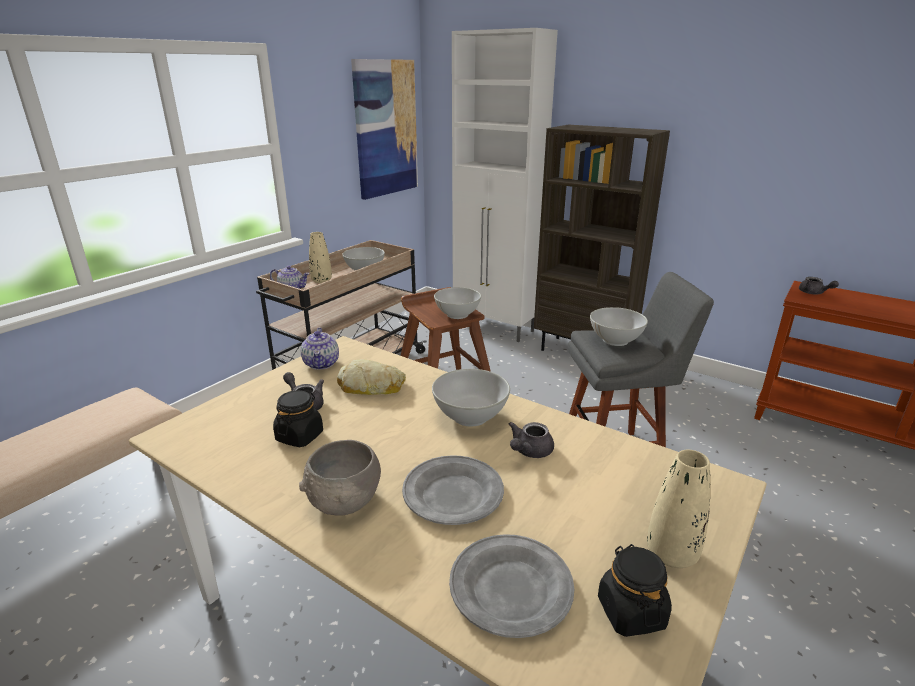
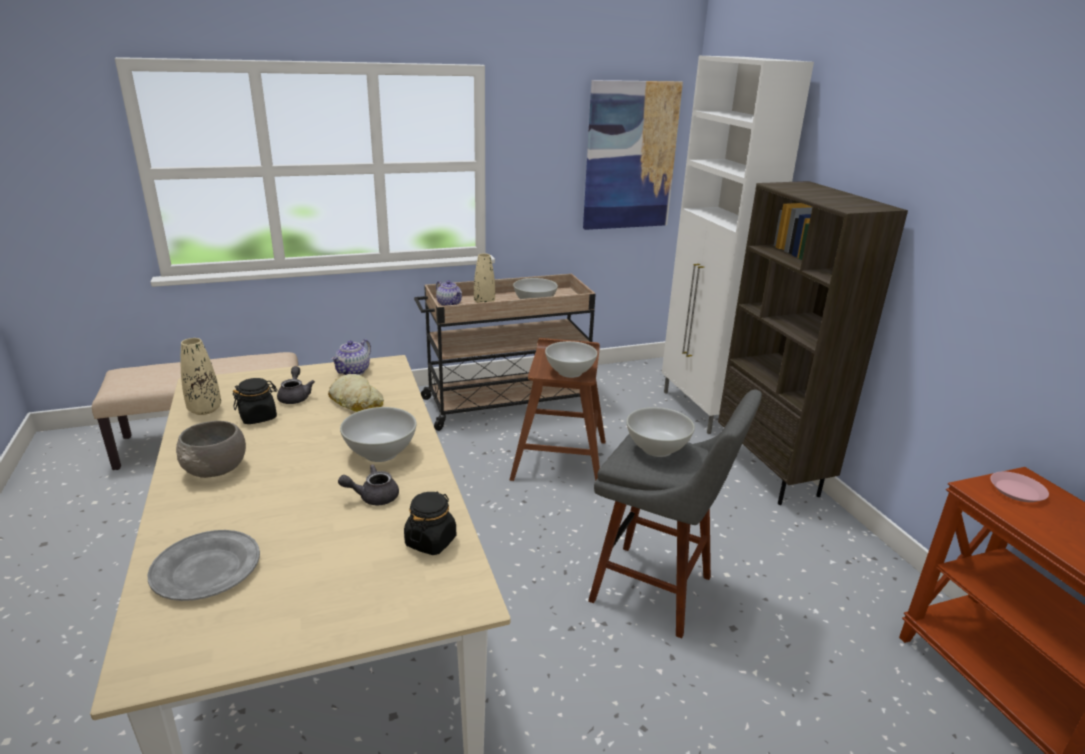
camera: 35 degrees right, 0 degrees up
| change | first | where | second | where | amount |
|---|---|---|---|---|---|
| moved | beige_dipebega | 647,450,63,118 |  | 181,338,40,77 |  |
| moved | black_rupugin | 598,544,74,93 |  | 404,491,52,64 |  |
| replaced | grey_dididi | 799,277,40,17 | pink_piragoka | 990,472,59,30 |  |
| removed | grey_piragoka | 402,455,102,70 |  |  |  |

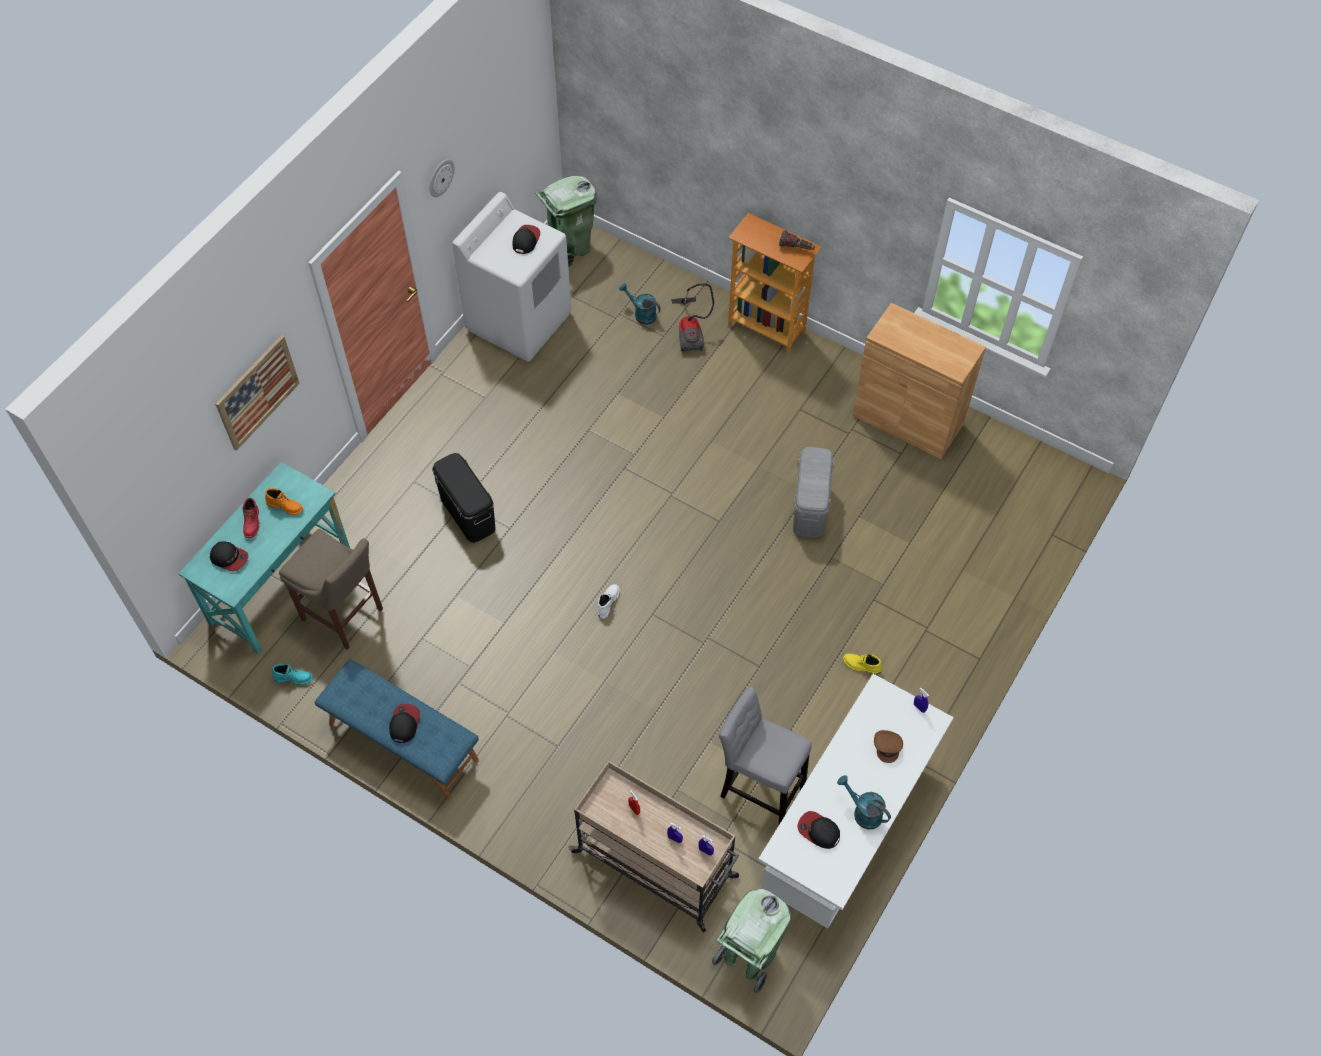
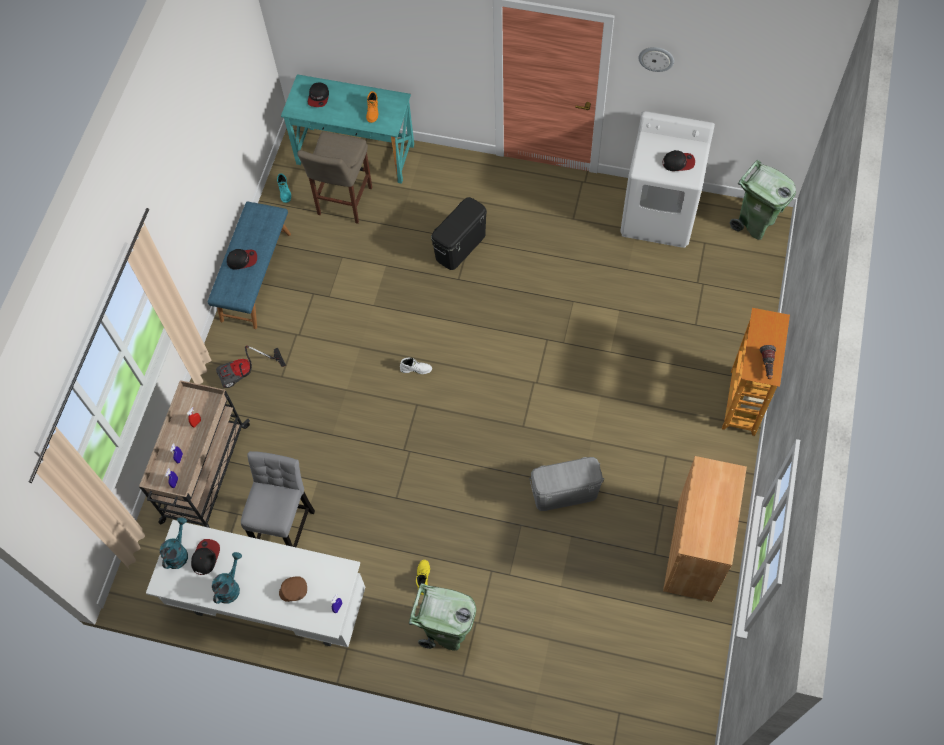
camera: 75 degrees right, 5 degrees up
| change | first | where | second | where | amount |
|---|---|---|---|---|---|
| moved | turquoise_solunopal | 619,283,42,42 |  | 160,517,28,52 |  |
| moved | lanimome | 672,284,42,69 |  | 216,345,70,43 |  |
| moved | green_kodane | 712,889,80,104 |  | 409,583,67,68 |  |
| removed | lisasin | 215,335,85,116 |  |  |  |
| removed | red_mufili | 242,498,17,40 |  |  |  |

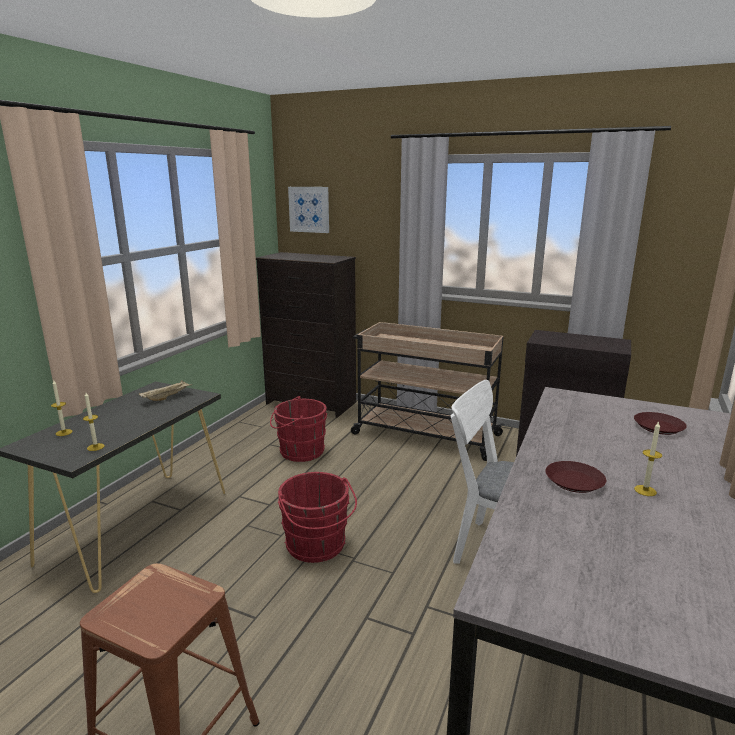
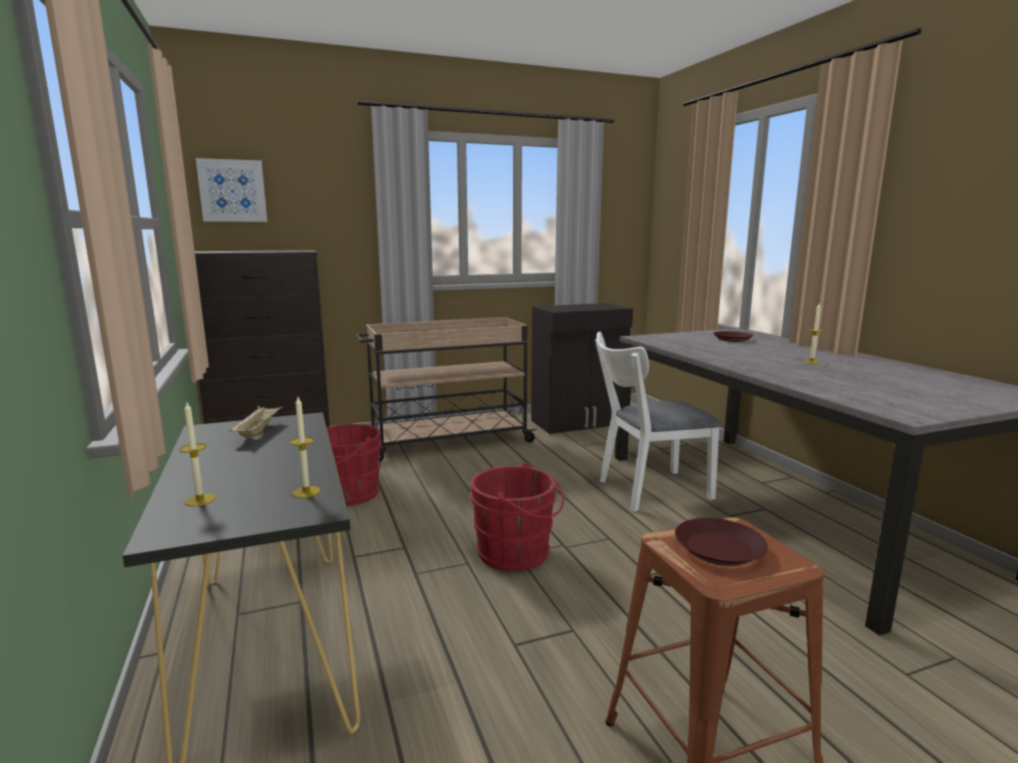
camera: 45 degrees left, 5 degrees down
| change | first | where | second | where | amount |
|---|---|---|---|---|---|
| moved | brown_piragoka | 545,461,61,32 |  | 675,518,93,48 |  |

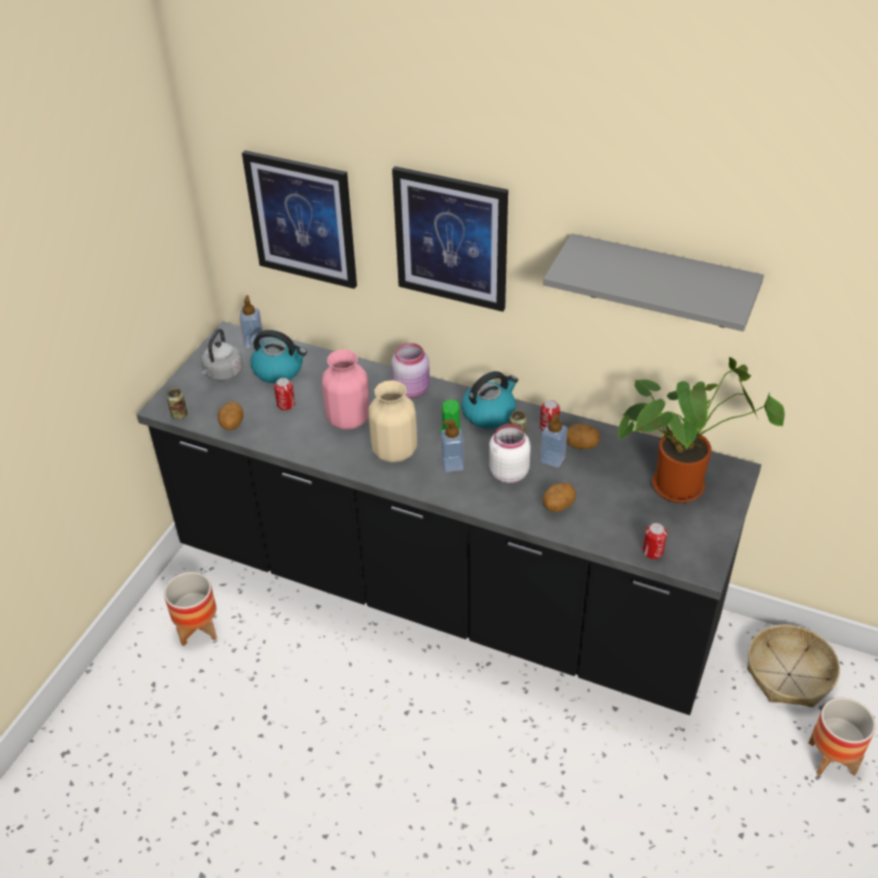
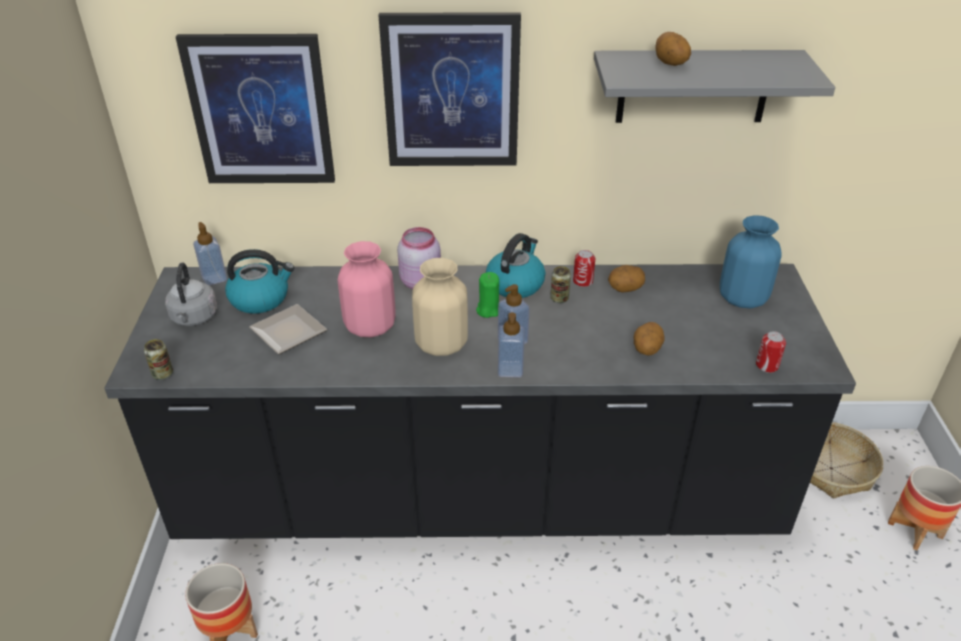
camera: 25 degrees left, 5 degrees down
| change | first | where | second | where | amount |
|---|---|---|---|---|---|
| replaced | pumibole | 274,378,21,33 | piragoka | 249,304,78,50 |  |
| moved | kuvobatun | 540,414,28,54 |  | 498,312,27,66 |  |
| moved | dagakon | 218,401,26,29 |  | 655,32,36,34 |  |
| replaced | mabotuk | 618,357,167,146 | blue_dipebega | 720,215,62,93 |  |
| removed | white_rupugin | 489,424,42,59 |  |  |  |

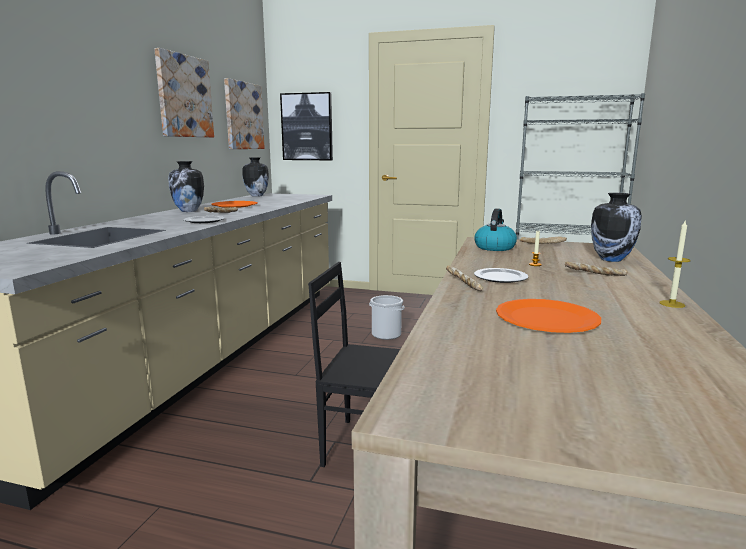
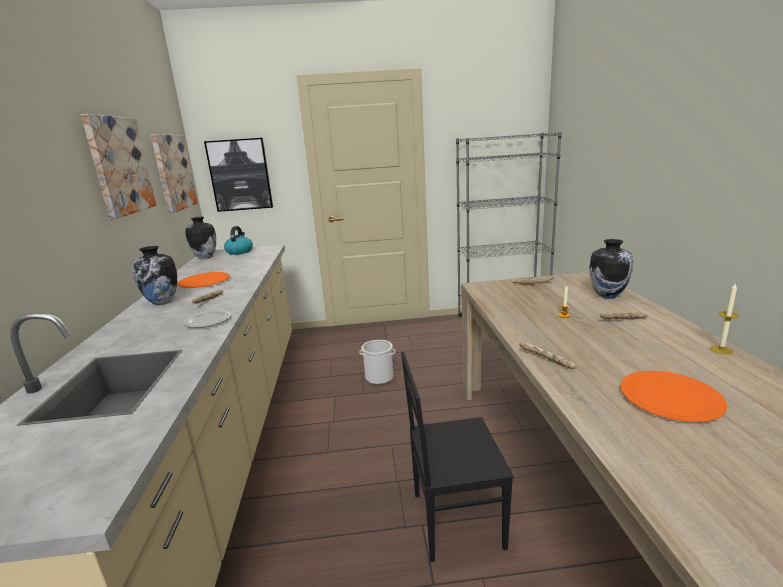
camera: 20 degrees left, 5 degrees up
| change | first | where | second | where | amount |
|---|---|---|---|---|---|
| moved | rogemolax | 474,208,43,43 |  | 224,226,29,29 |  |
| removed | piragoka | 474,268,54,15 |  |  |  |

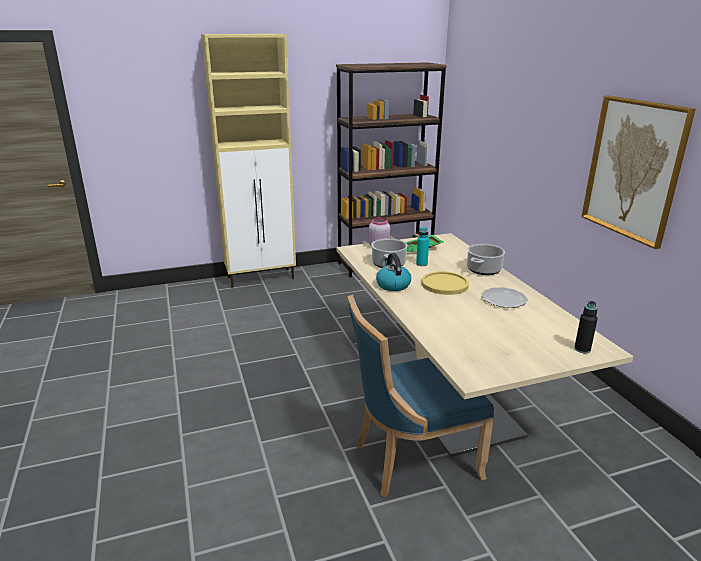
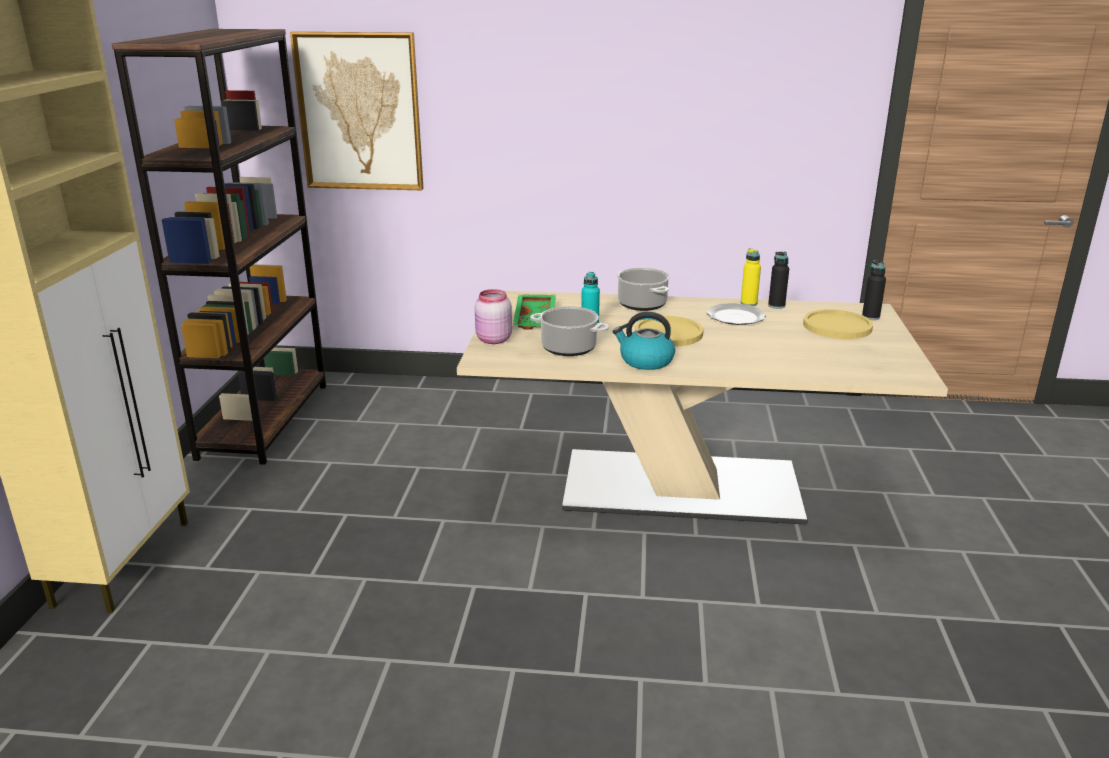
camera: 65 degrees left, 0 degrees up
| change | first | where | second | where | amount |
|---|---|---|---|---|---|
| moved | lisasin | 581,95,115,154 |  | 290,32,134,158 |  |
| added |  |  | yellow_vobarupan | 741,248,20,58 |  |
| added |  |  | black_vobarupan | 768,252,21,57 |  |
| added |  |  | yellow_piragoka | 803,309,70,30 |  |
| removed | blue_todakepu | 347,295,147,202 |  |  |  |

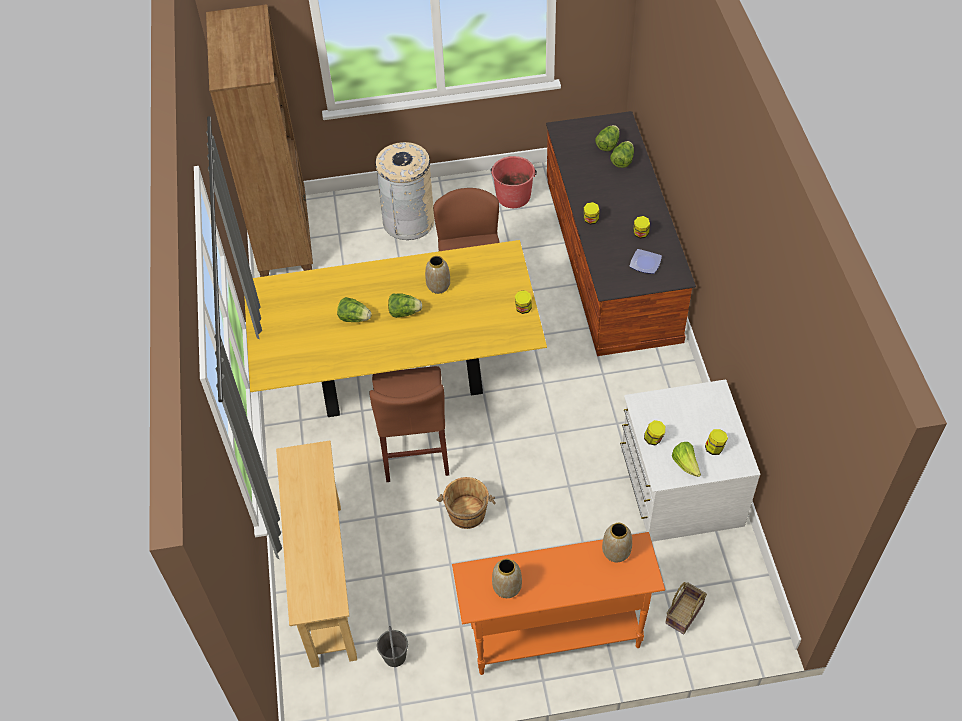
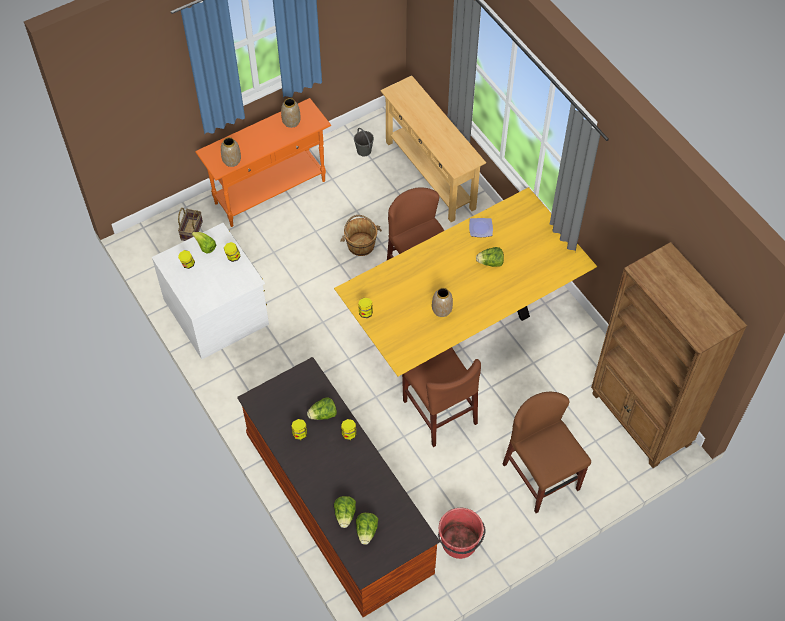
camera: 155 degrees right, 5 degrees up
| change | first | where | second | where | amount |
|---|---|---|---|---|---|
| moved | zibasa | 388,293,34,25 |  | 307,398,30,22 |  |
| moved | piragoka | 629,249,33,25 |  | 469,218,24,19 |  |
| replaced | beige_kodane | 375,142,59,98 | brown_todakepu | 503,392,88,121 |  |

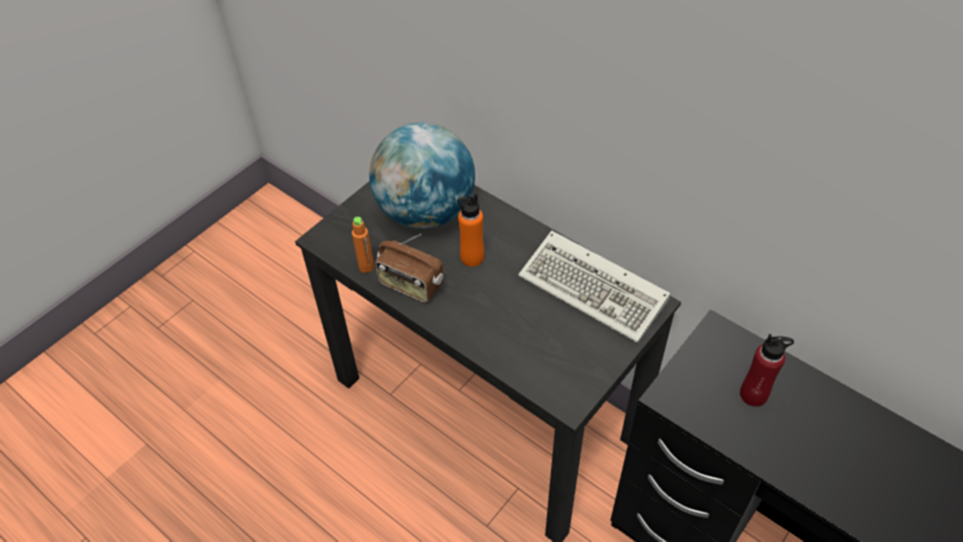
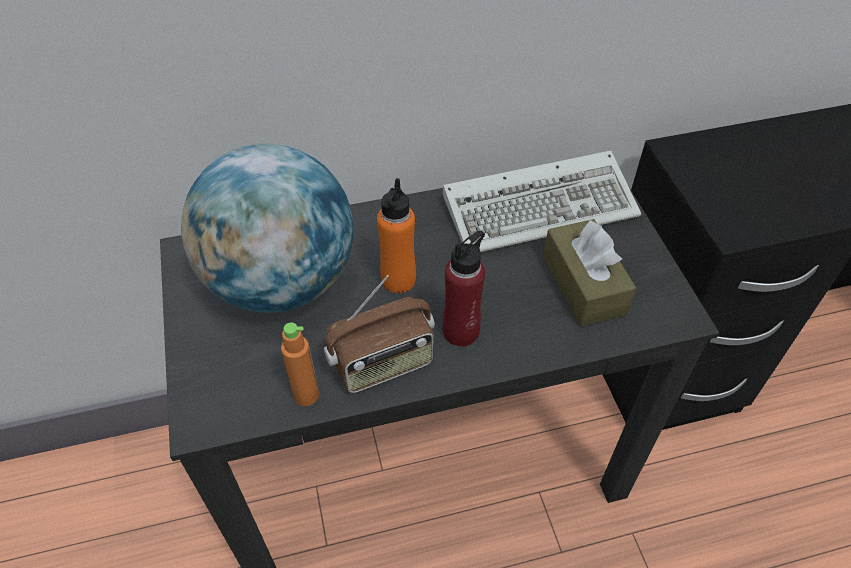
camera: 55 degrees left, 0 degrees up
| change | first | where | second | where | amount |
|---|---|---|---|---|---|
| moved | red_vobarupan | 740,334,54,73 |  | 443,231,42,116 |  |
| added |  |  | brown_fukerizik | 543,219,94,108 |  |

